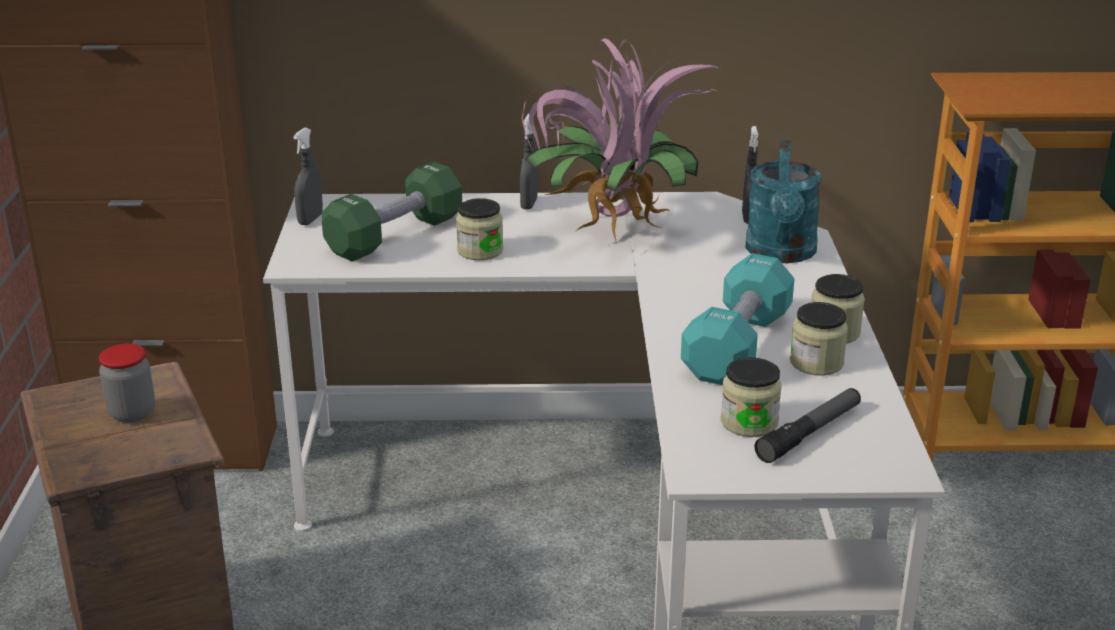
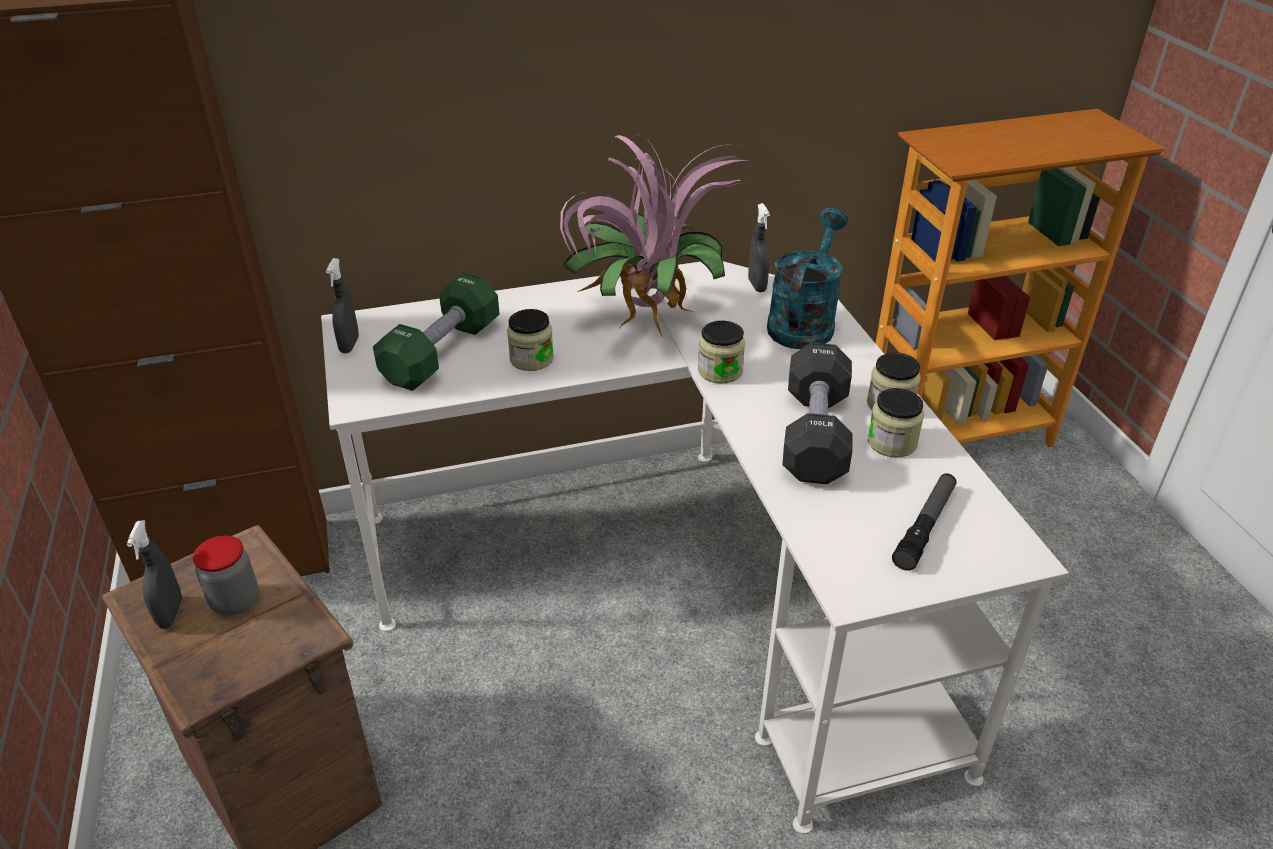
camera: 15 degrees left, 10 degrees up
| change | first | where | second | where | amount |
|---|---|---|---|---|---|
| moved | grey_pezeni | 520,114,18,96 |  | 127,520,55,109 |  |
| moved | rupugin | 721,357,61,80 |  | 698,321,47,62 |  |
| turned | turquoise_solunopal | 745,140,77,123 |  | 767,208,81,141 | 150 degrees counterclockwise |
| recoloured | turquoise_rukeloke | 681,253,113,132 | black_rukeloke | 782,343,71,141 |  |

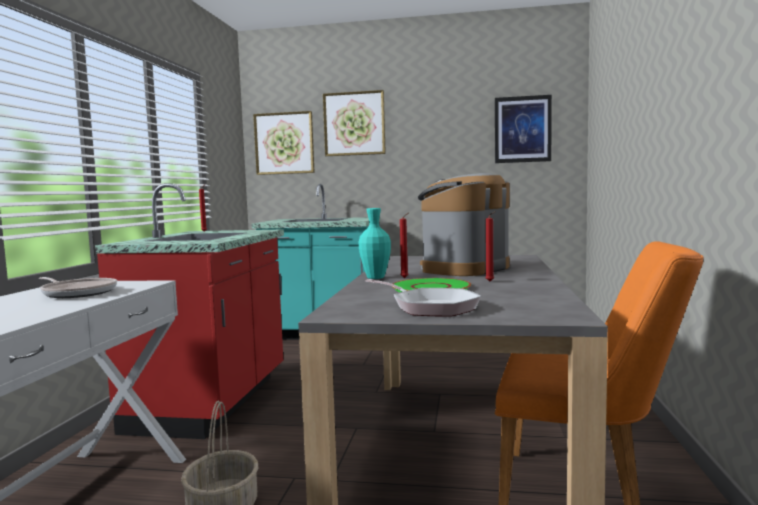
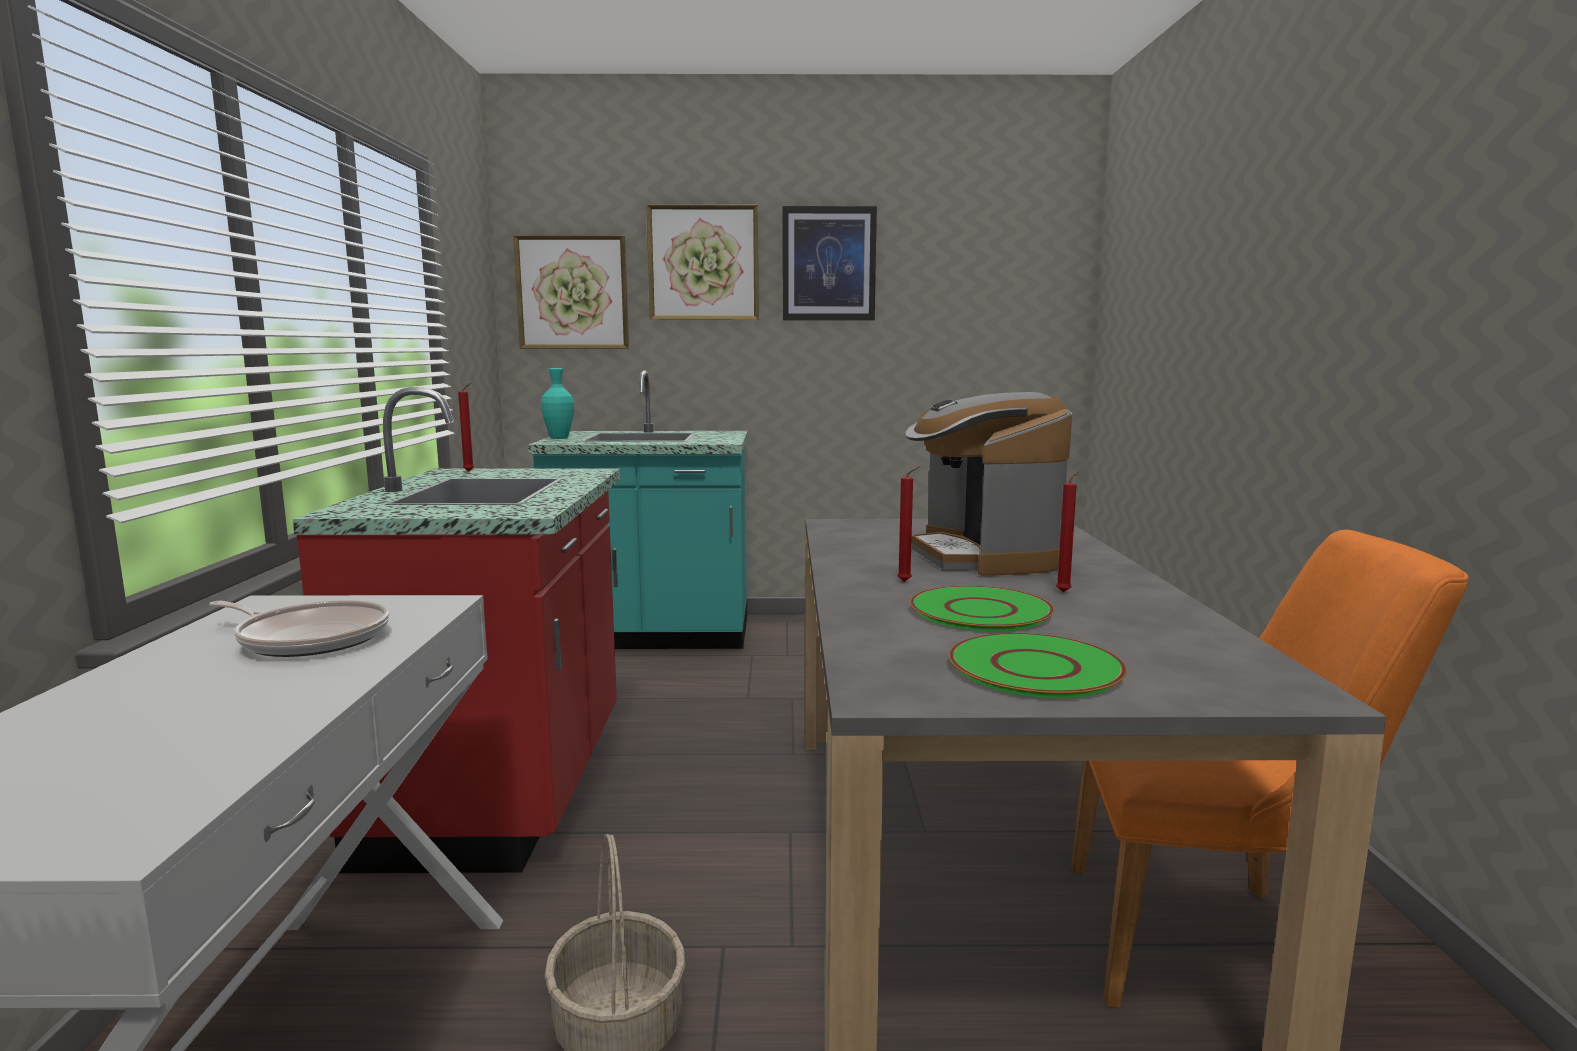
camera: 10 degrees left, 5 degrees up
| change | first | where | second | where | amount |
|---|---|---|---|---|---|
| moved | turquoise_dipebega | 359,208,32,71 |  | 541,368,33,71 |  |
| moved | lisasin | 495,95,57,68 |  | 783,206,94,114 |  |
| turned | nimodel | 418,173,91,103 |  | 905,392,167,184 | 45 degrees counterclockwise |
| replaced | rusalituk | 365,279,116,38 | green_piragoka | 949,633,178,65 |  |

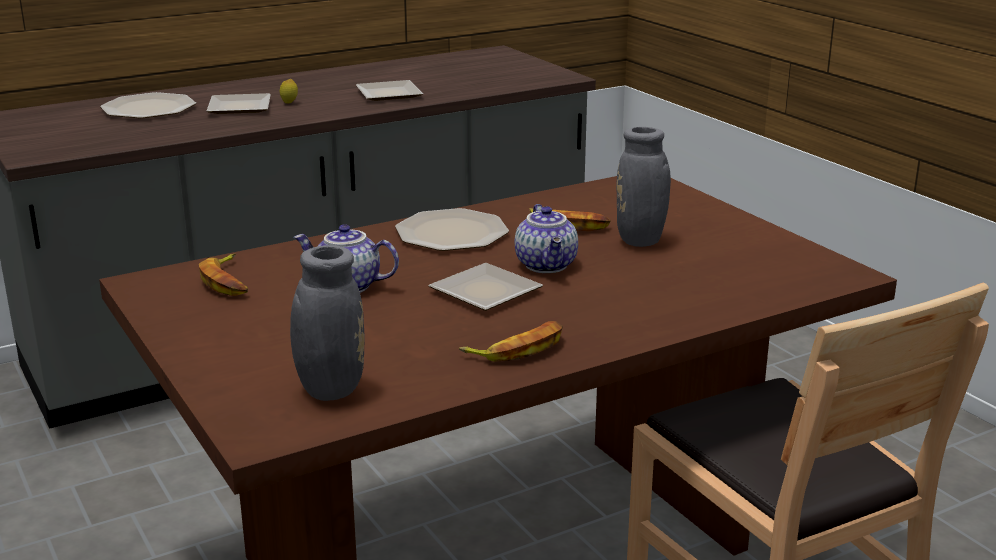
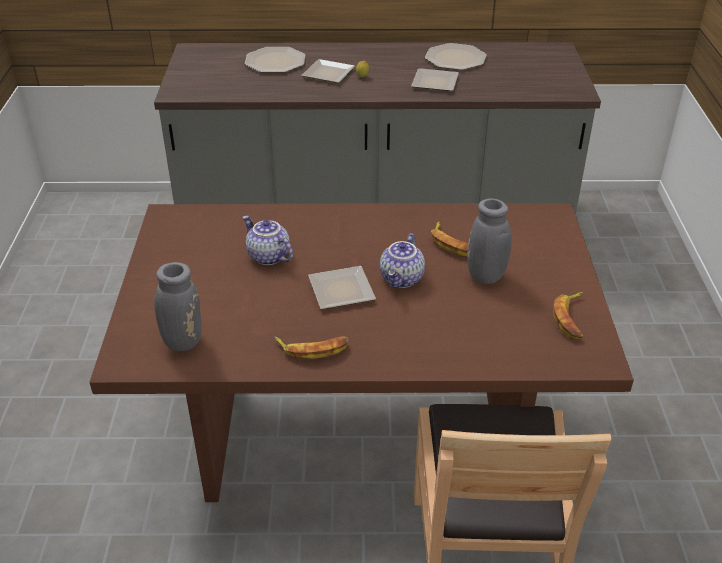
camera: 30 degrees right, 15 degrees up
| change | first | where | second | where | amount |
|---|---|---|---|---|---|
| moved | piragoka | 395,208,114,43 |  | 425,43,62,27 |  |
| moved | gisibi | 199,254,49,42 |  | 553,292,30,47 |  |

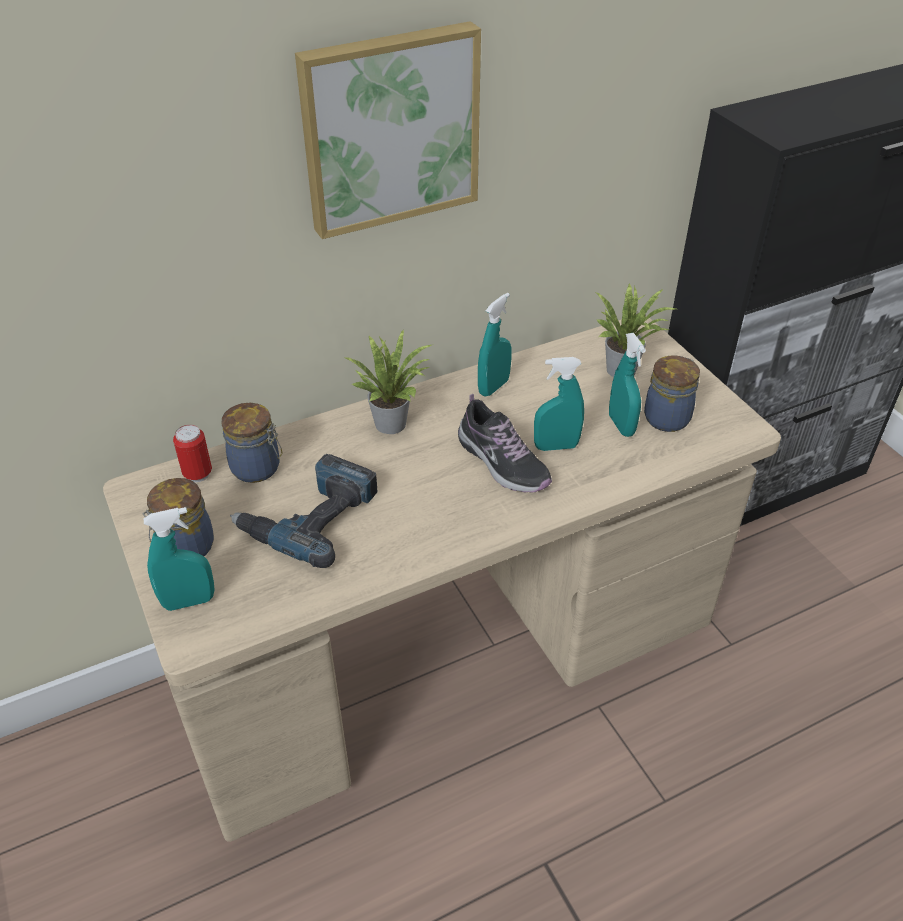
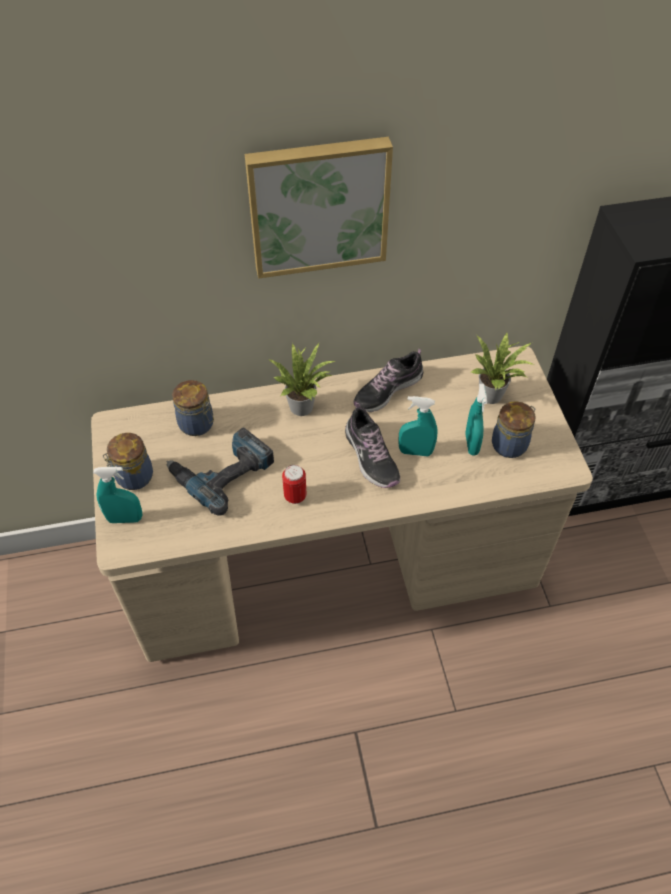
camera: 15 degrees right, 10 degrees up
| change | first | where | second | where | amount |
|---|---|---|---|---|---|
| moved | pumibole | 173,425,39,57 |  | 282,465,25,39 |  |
| replaced | turquoise_pezeni | 478,293,34,104 | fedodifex | 353,349,70,63 |  |

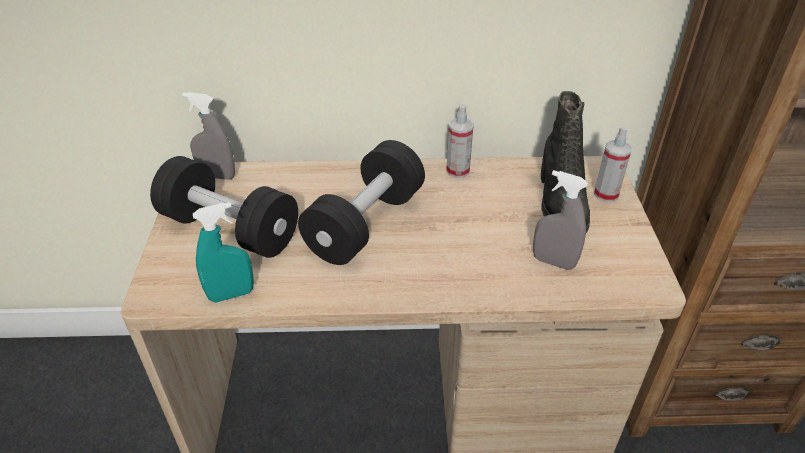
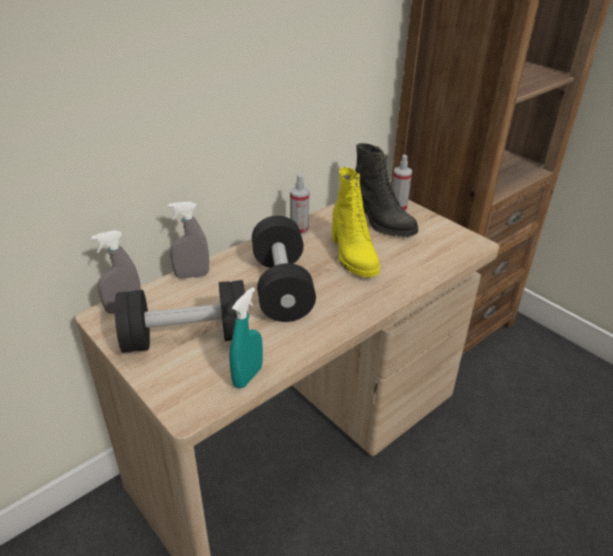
camera: 40 degrees left, 5 degrees down
| change | first | where | second | where | amount |
|---|---|---|---|---|---|
| moved | grey_pezeni | 533,170,55,100 |  | 168,202,41,76 |  |
| added |  |  | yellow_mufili | 332,167,48,110 |  |

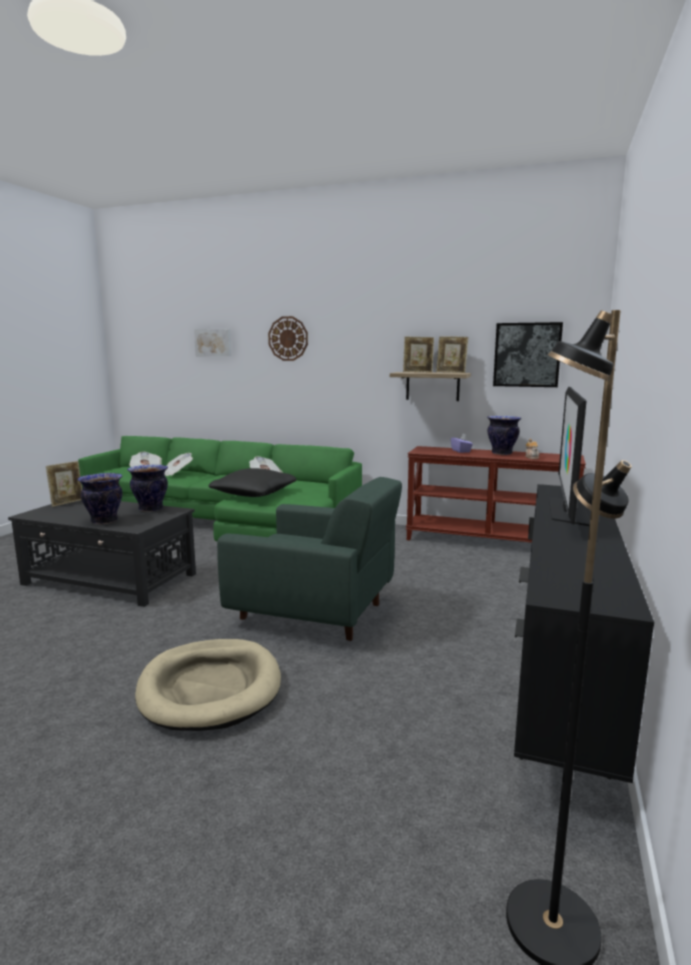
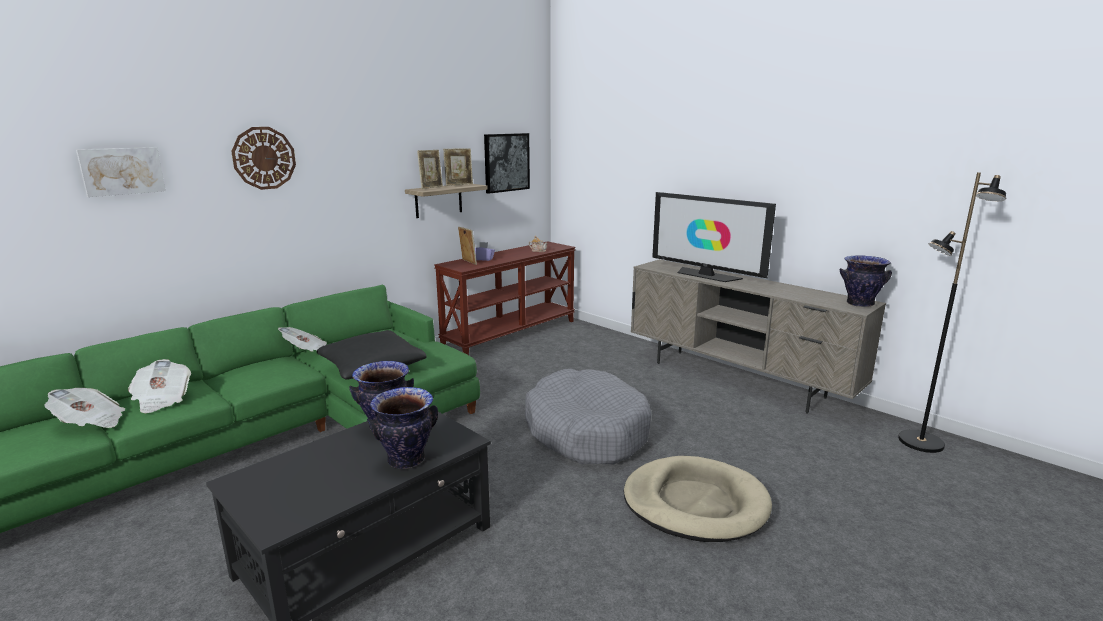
camera: 65 degrees left, 5 degrees up
| change | first | where | second | where | amount |
|---|---|---|---|---|---|
| moved | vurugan | 46,461,36,46 |  | 458,227,19,38 |  |
| replaced | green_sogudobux | 217,477,185,164 | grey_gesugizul | 525,369,126,95 |  |
| recoloured | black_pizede | 514,484,140,299 | beige_pizede | 631,259,255,155 |  |
| moved | dipebega | 487,416,34,39 |  | 840,255,52,52 |  |

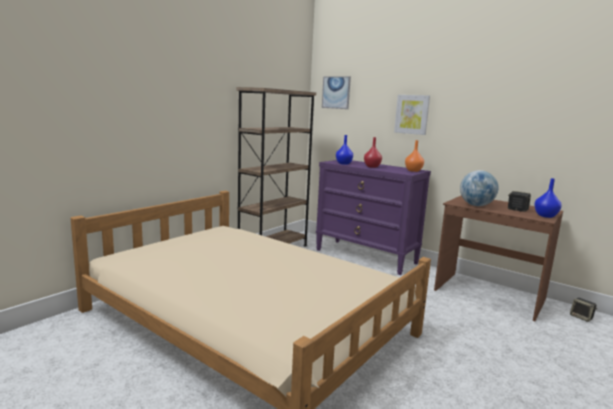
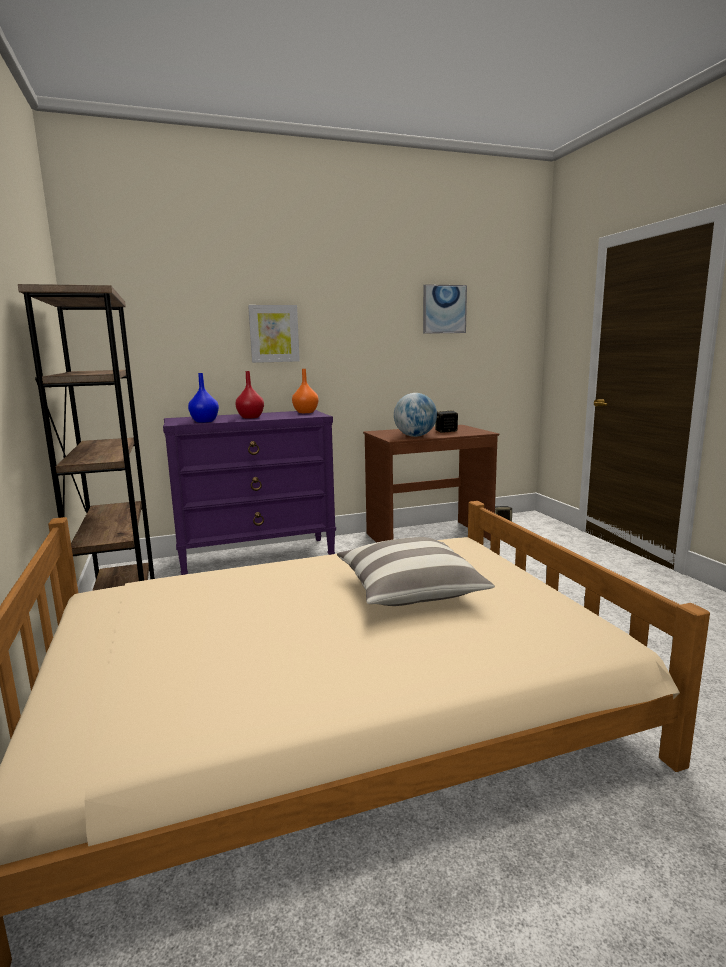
camera: 55 degrees left, 0 degrees up
| change | first | where | second | where | amount |
|---|---|---|---|---|---|
| added |  |  | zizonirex | 337,537,158,69 |  |
| moved | lisasin | 322,76,29,33 |  | 423,284,44,50 |  |
| removed | blue_dipebega | 534,178,27,40 |  |  |  |

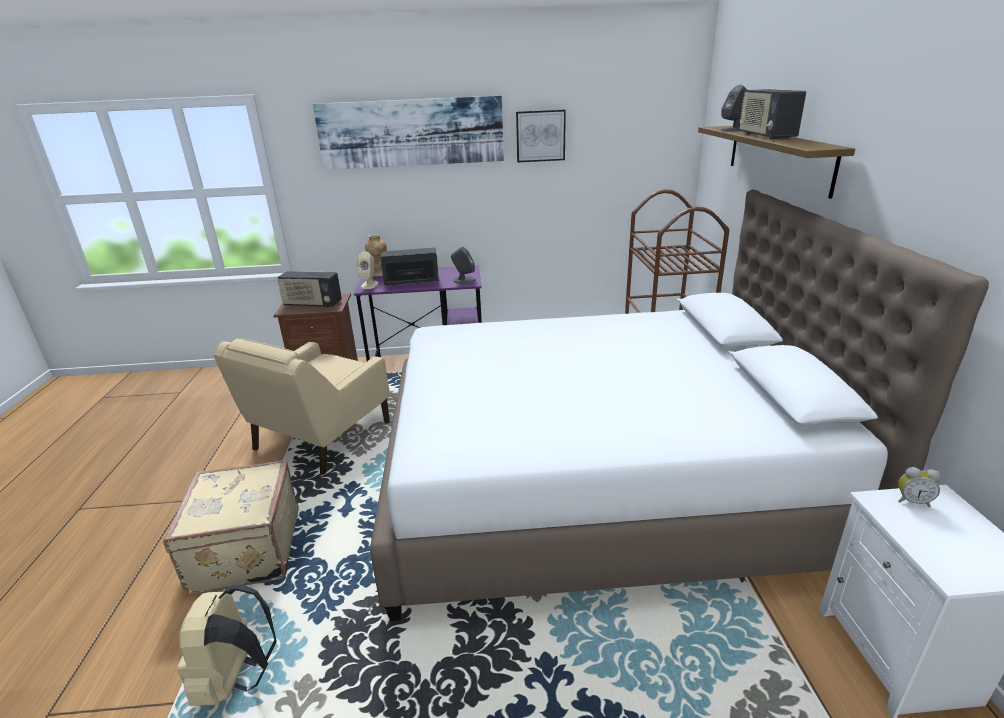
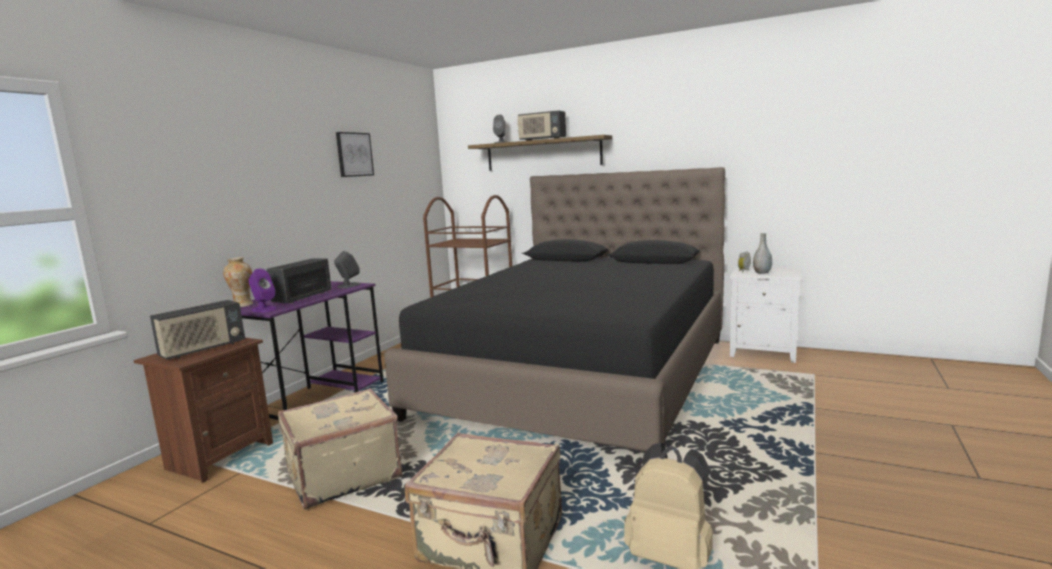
camera: 60 degrees left, 15 degrees down
| change | first | where | second | where | amount |
|---|---|---|---|---|---|
| recoloured | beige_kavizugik | 358,252,21,37 | purple_kavizugik | 248,269,29,43 |  |
| replaced | beige_sogudobux | 214,338,176,137 | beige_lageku | 278,388,124,122 |  |
| recoloured | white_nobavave | 370,190,619,431 | black_nobavave | 384,167,341,285 |  |
| added |  |  | grey_dipebega | 753,233,19,41 |  |
| removed | lisasin | 313,96,191,74 |  |  |  |

